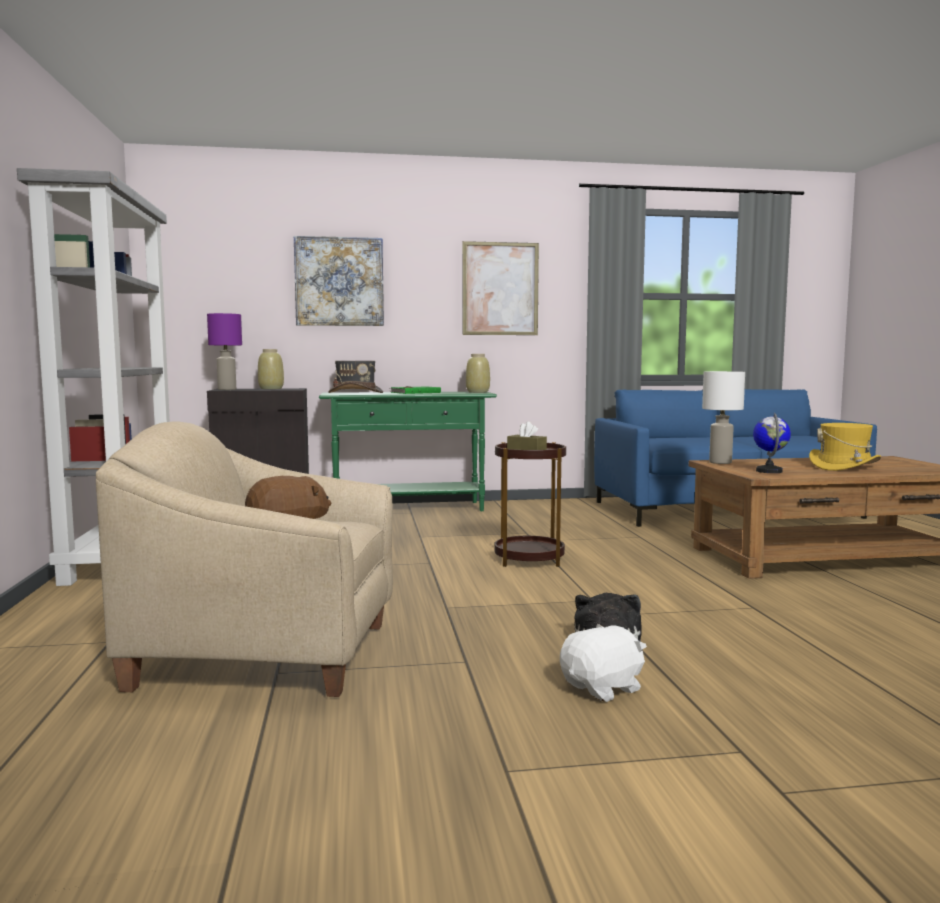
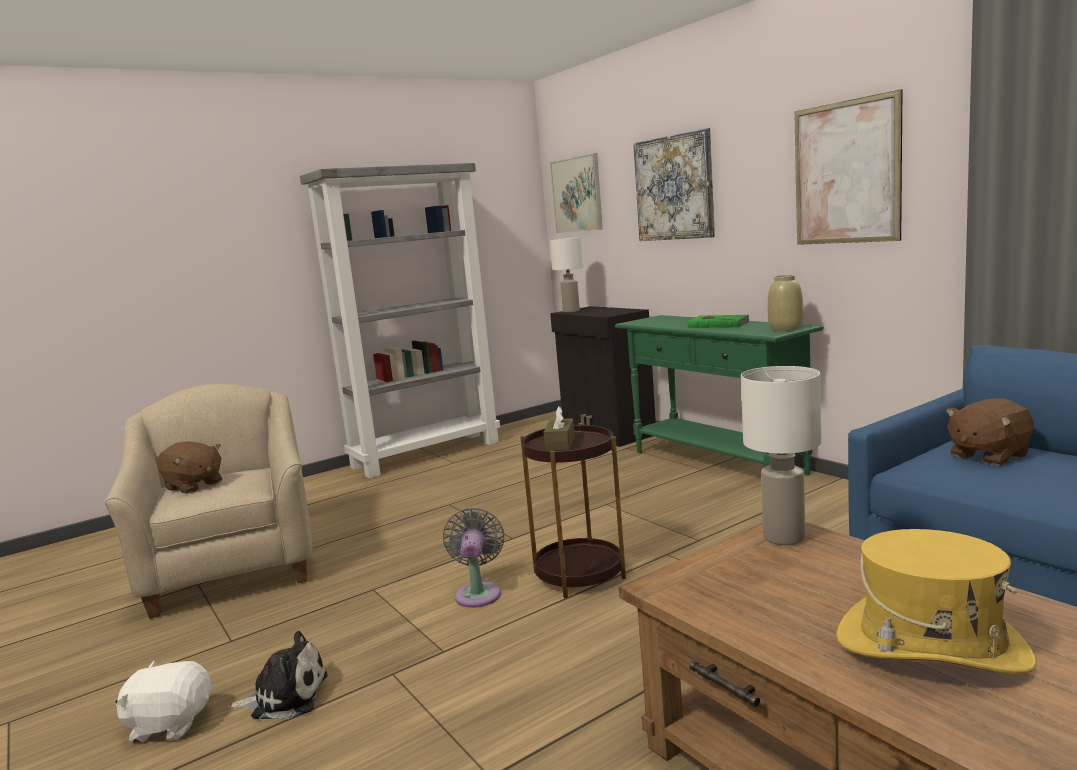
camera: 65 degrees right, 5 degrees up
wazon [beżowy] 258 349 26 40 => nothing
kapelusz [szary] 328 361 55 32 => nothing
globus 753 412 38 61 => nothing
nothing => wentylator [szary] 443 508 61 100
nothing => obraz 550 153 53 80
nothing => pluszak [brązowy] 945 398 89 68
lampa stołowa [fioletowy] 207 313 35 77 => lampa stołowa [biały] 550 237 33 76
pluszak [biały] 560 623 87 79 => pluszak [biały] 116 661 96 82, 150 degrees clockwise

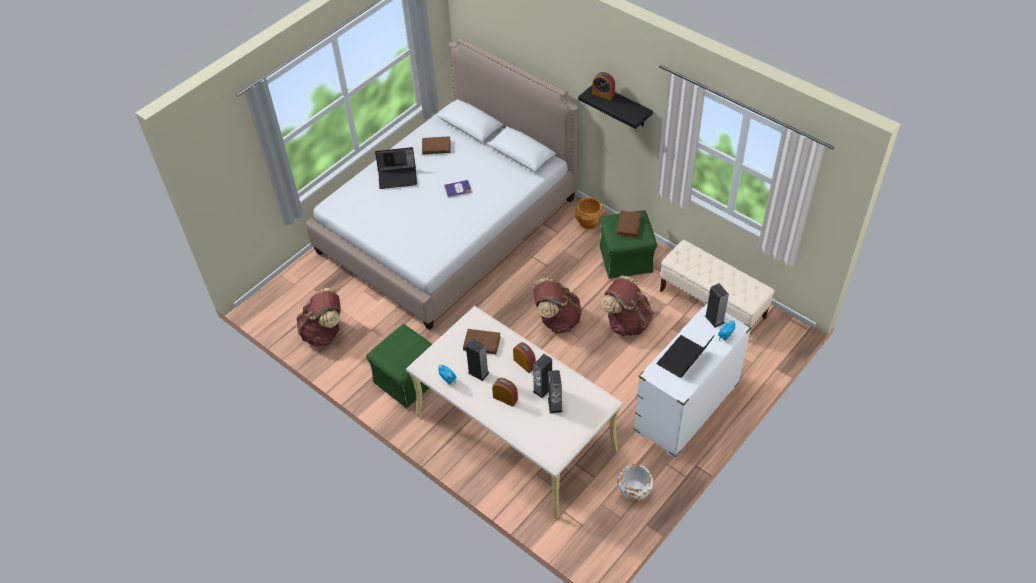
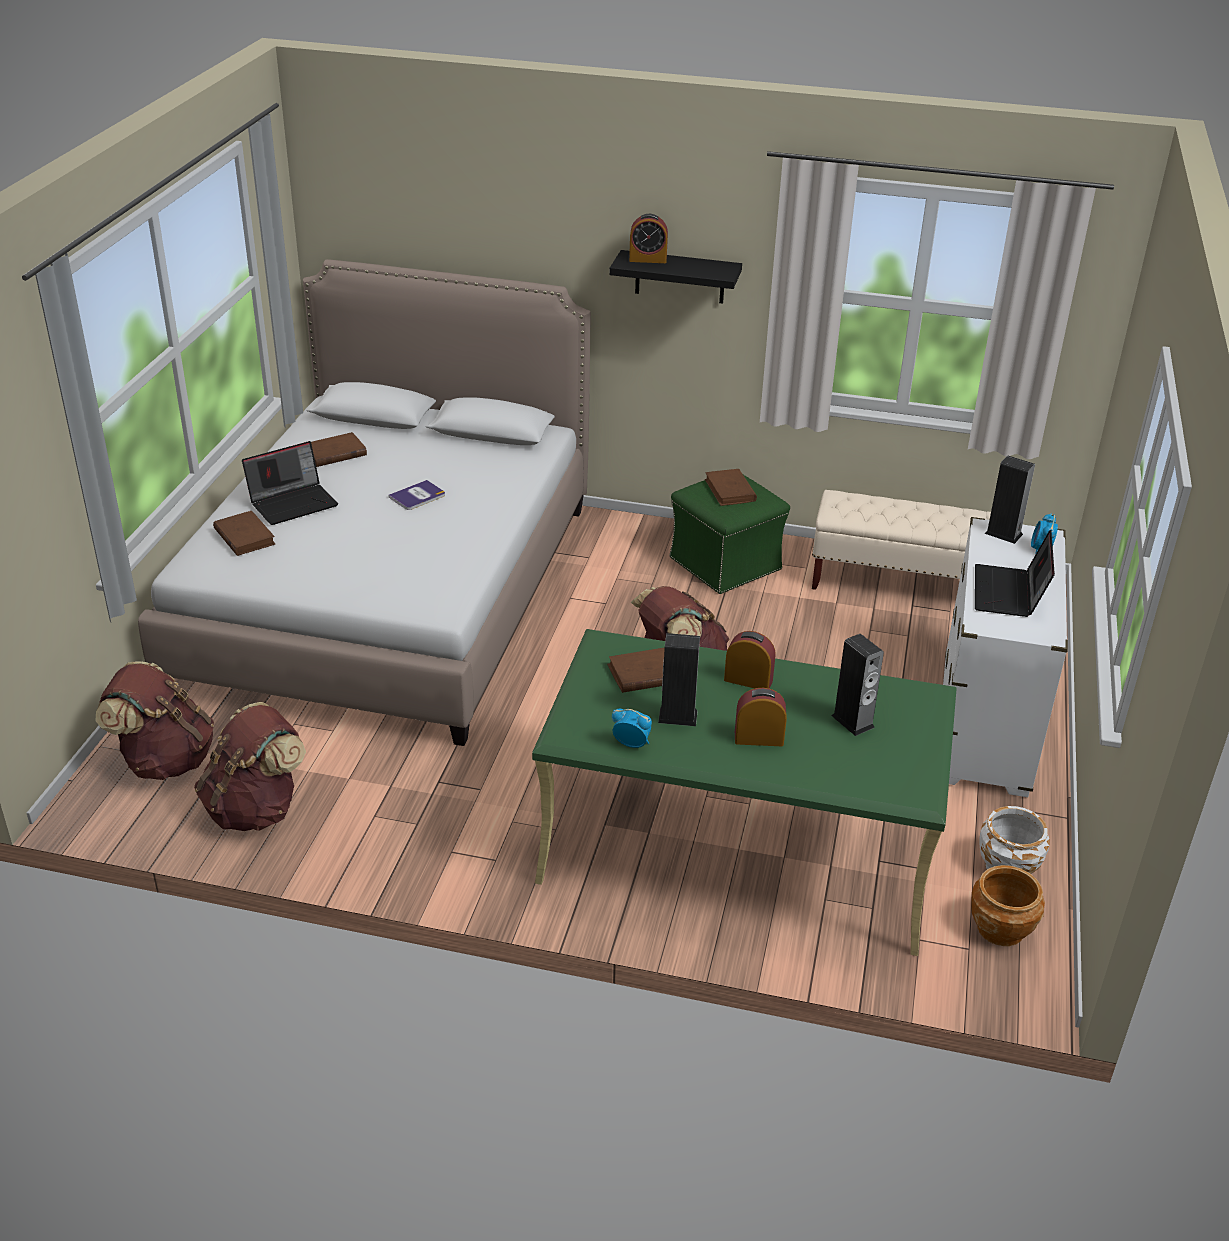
camera: 30 degrees left, 15 degrees down
pufa [zielony] 366 324 66 85 => nothing
głośnik 533 354 19 44 => nothing
nothing => książka [brązowy] 213 511 62 45
donica [brązowy] 575 197 29 32 => donica [brązowy] 971 865 74 81, moved
plecak [brązowy] 601 276 53 61 => plecak [brązowy] 95 661 119 119, moved
biurko [beżowy] 406 306 217 213 => biurko [zielony] 532 629 425 327

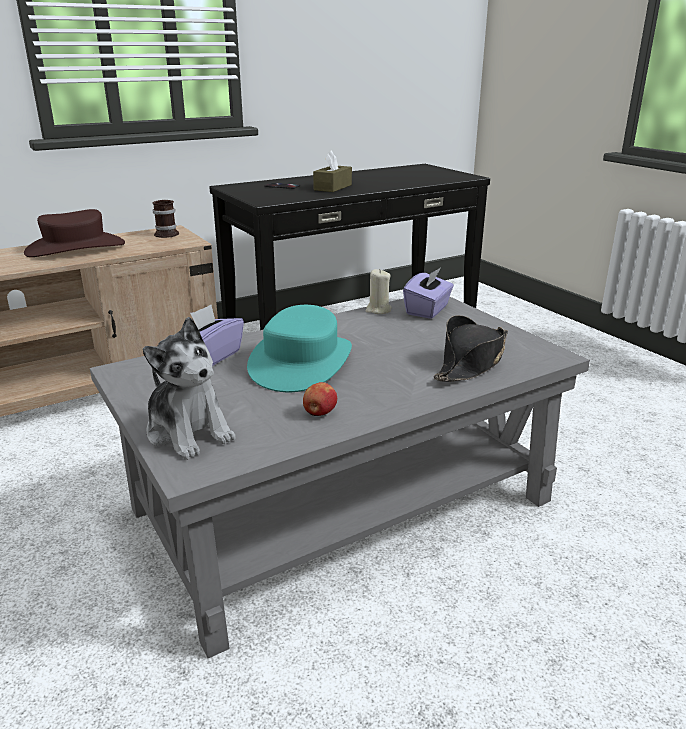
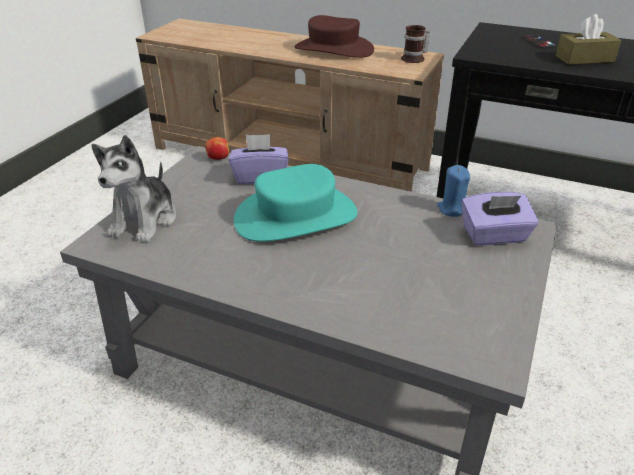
camera: 55 degrees right, 10 degrees up
kapelusz [czarny] 433 315 75 67 => nothing
jabłko 303 382 34 34 => jabłko 205 137 24 23, moved
świeca [beżowy] 366 269 26 45 => świeca [niebieski] 437 165 33 52

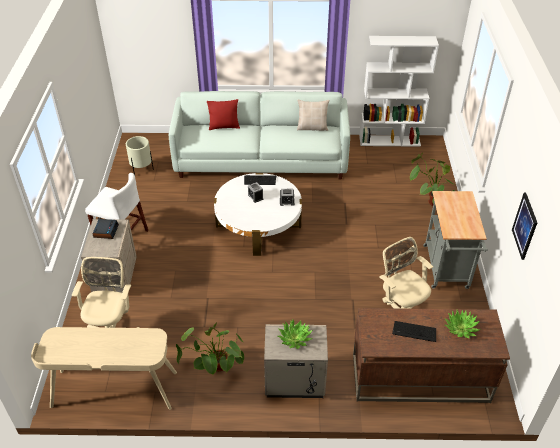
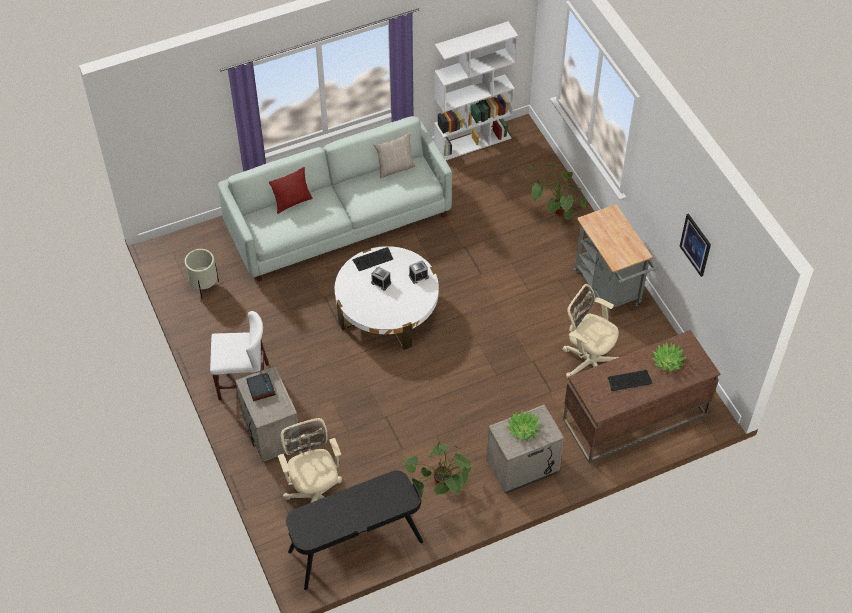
camera: 25 degrees left, 10 degrees up
biurko [beżowy] 31 327 146 83 => biurko [czarny] 286 470 137 120

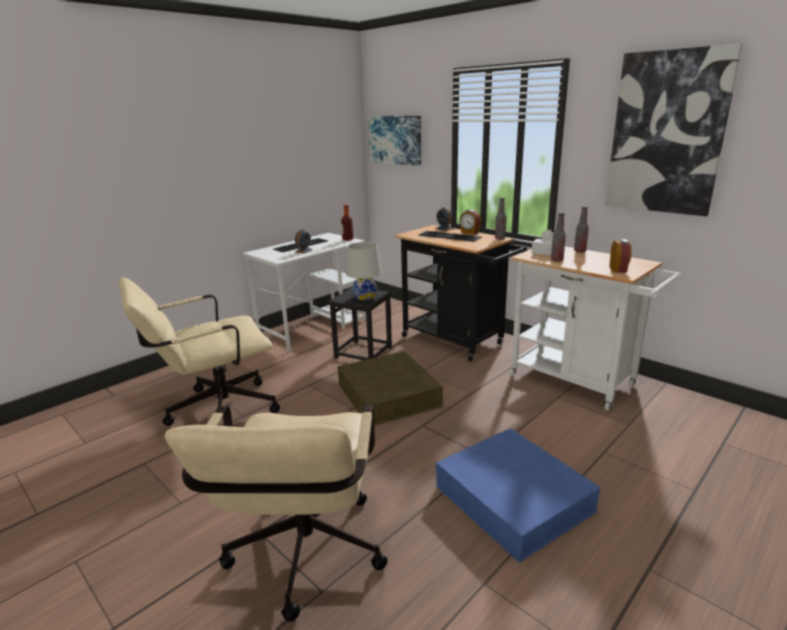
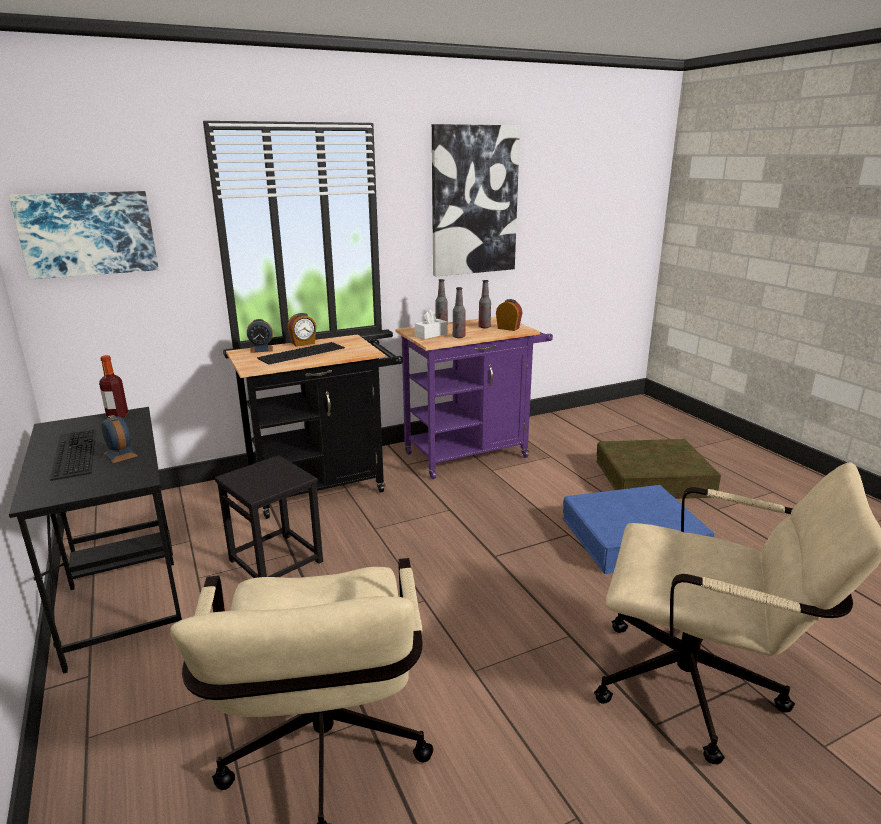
camera: 70 degrees left, 0 degrees up
lampa stołowa [biały] 346 242 36 58 => nothing
pojemnik do przechowywania [brązowy] 337 351 106 75 => pojemnik do przechowywania [brązowy] 597 439 124 60, moved
butelka 495 198 11 41 => butelka 479 280 12 48, moved
biurko [biały] 243 233 123 119 => biurko [czarny] 9 407 173 267
wózek [biały] 510 246 172 165 => wózek [fioletowy] 395 317 158 162

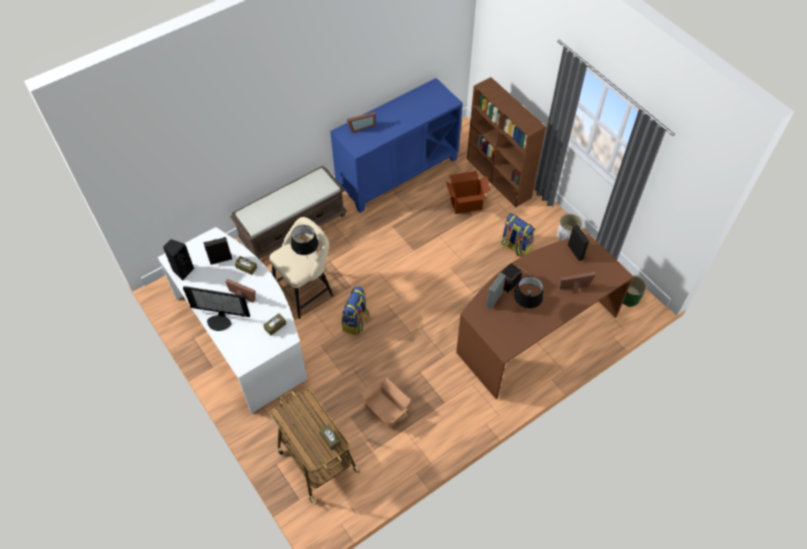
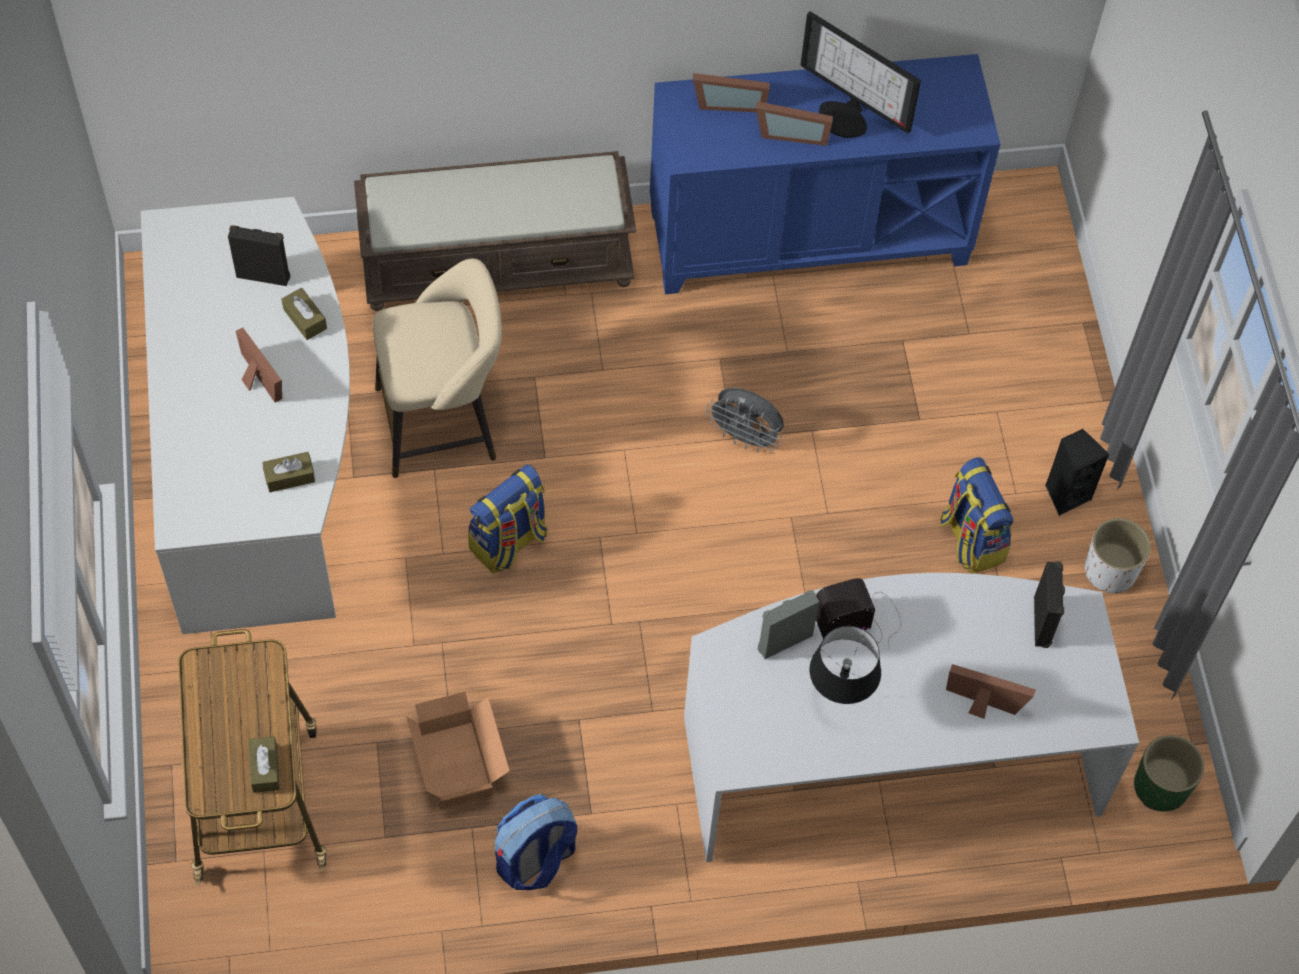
camera: 25 degrees right, 5 degrees up
lampa stołowa [czarny] 291 225 28 30 => nothing
karton 446 171 45 43 => nothing
regał [brązowy] 467 77 79 130 => nothing
nothing => plecak 495 794 82 96
nothing => wentylator [szary] 706 388 78 64
nothing => ramka na zdjęcie 756 101 77 45
głośnik [czarny] 163 239 31 42 => głośnik [czarny] 1045 429 64 87, moved
monitor 183 286 67 45 => monitor 801 11 120 127, moved
biurko [brązowy] 456 233 178 166 => biurko [biały] 684 573 455 290

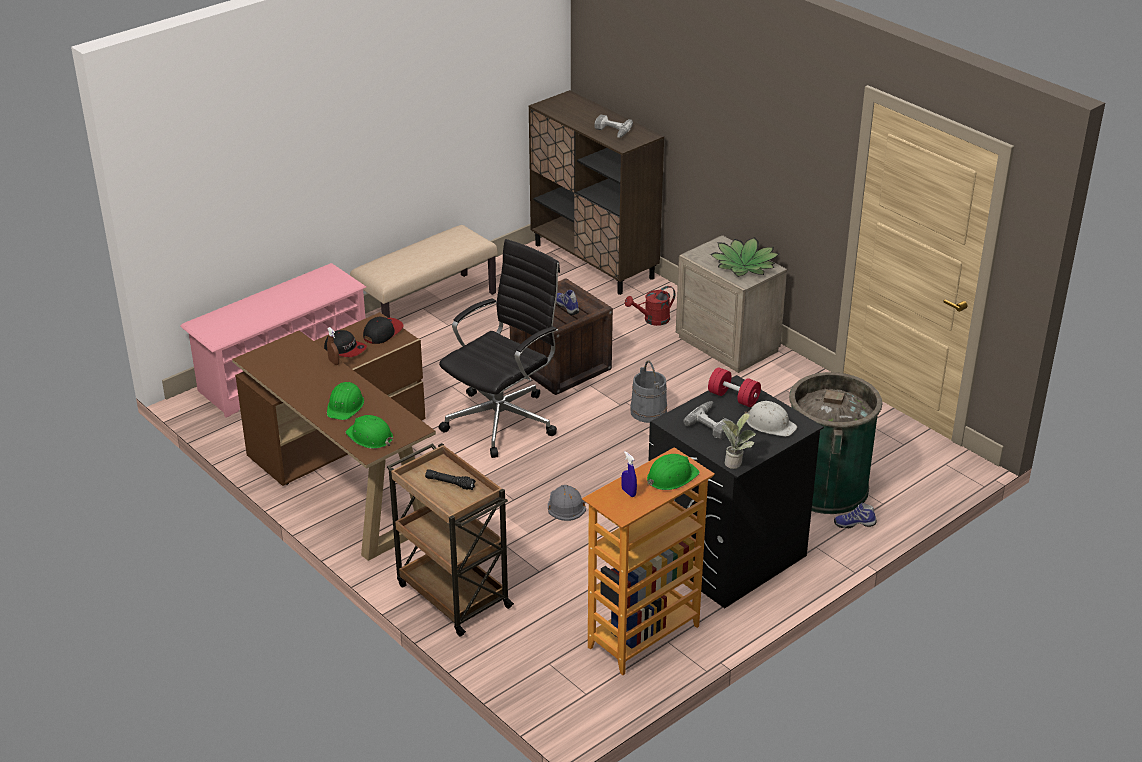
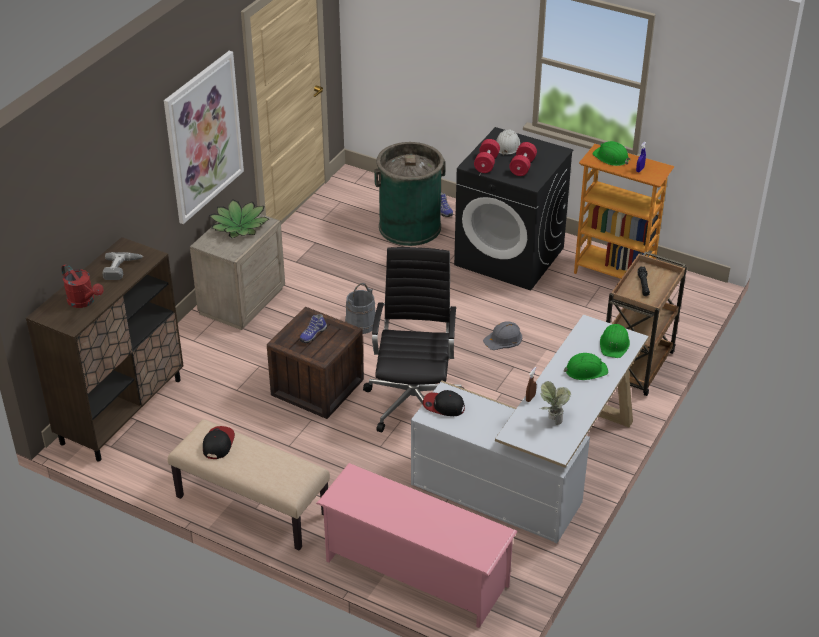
camera: 110 degrees left, 5 degrees up
nothing => obraz 164 51 80 173
czapka z daszkiem 324 330 43 27 => czapka z daszkiem 203 426 32 33, moved
konewka [czerwony] 625 286 51 40 => konewka [czerwony] 61 264 43 44, moved
roślina doniczkowa 722 413 34 56 => roślina doniczkowa 540 381 31 44, moved
wiertarka 683 401 48 39 => hantel [czerwony] 509 142 28 34
biurko [brązowy] 232 312 204 249 => biurko [biały] 411 314 238 229
krzesło biurowe [czarny] 439 239 121 219 => krzesło biurowe [czarny] 363 247 102 185, 75 degrees clockwise

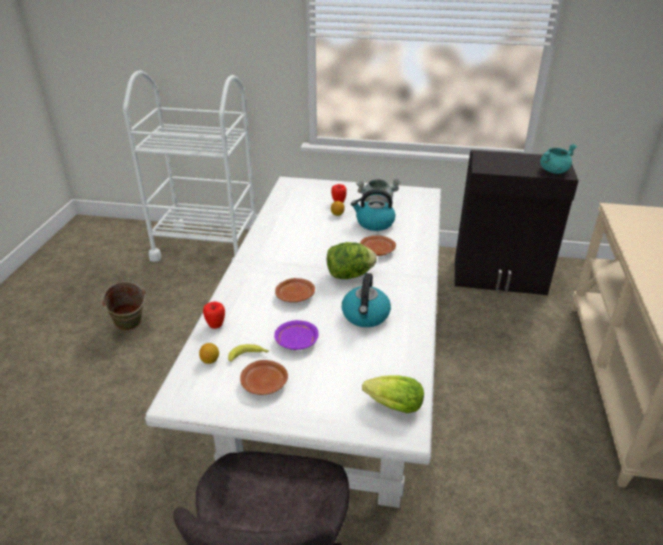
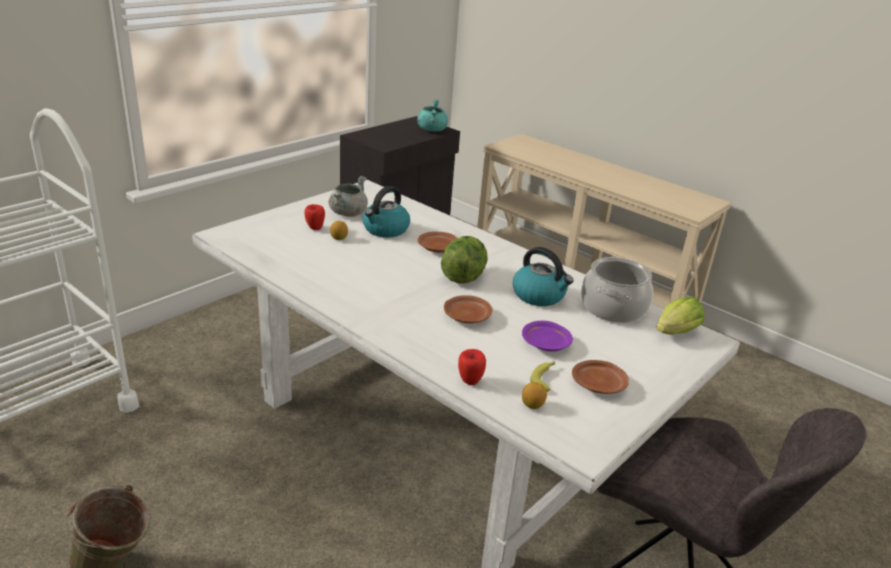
camera: 60 degrees left, 5 degrees down
nothing => garnek 581 257 72 66

